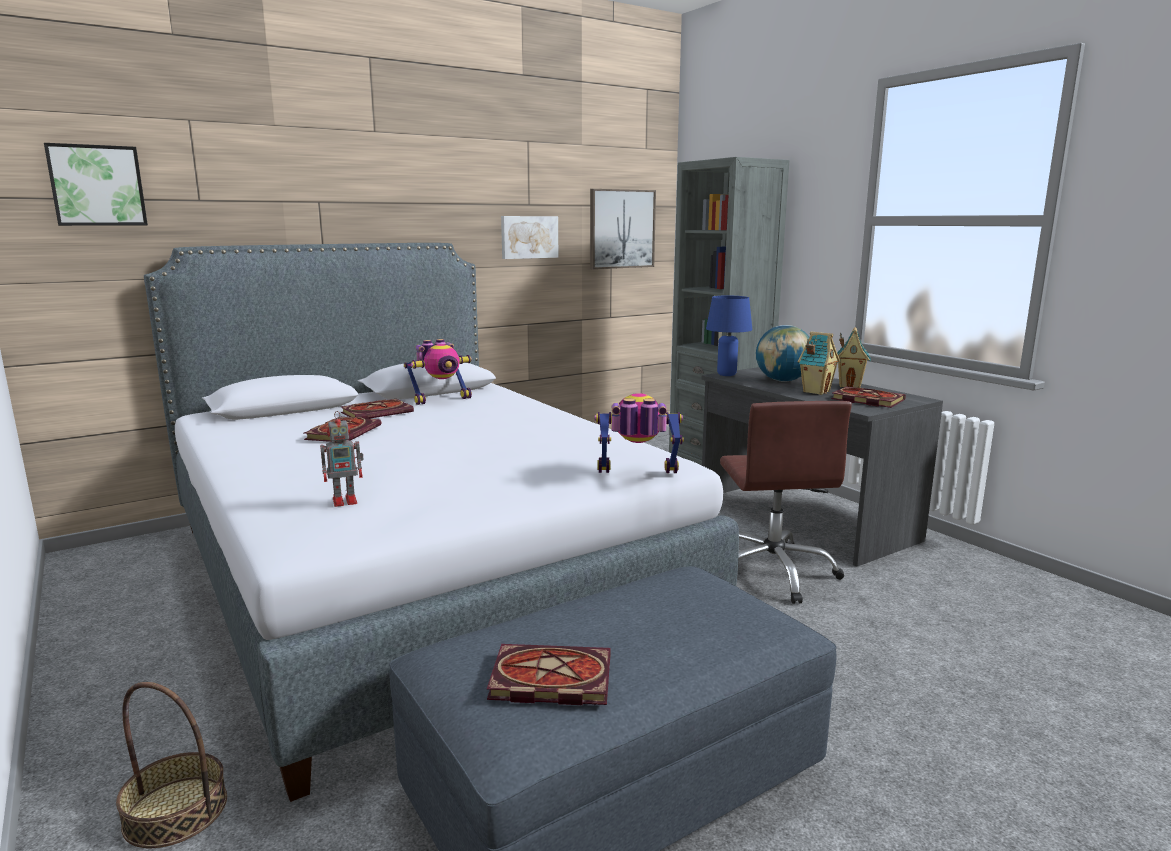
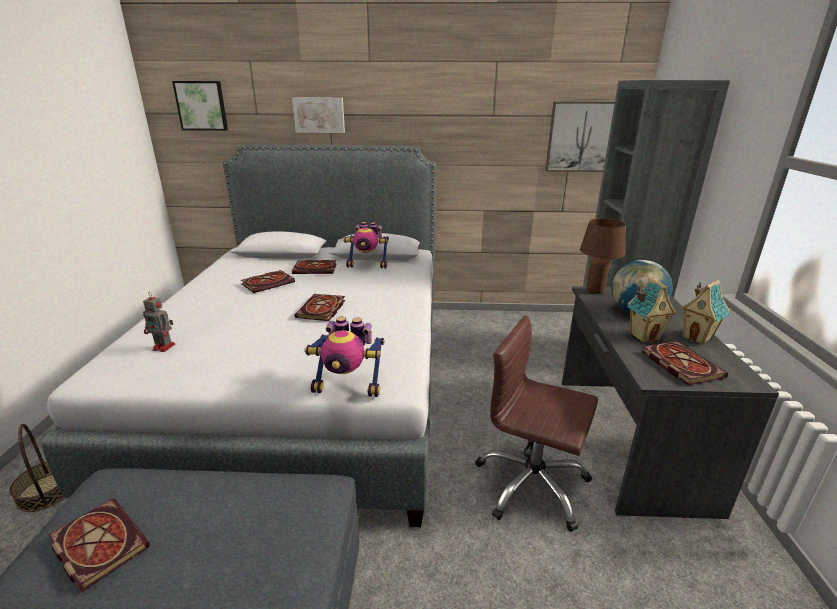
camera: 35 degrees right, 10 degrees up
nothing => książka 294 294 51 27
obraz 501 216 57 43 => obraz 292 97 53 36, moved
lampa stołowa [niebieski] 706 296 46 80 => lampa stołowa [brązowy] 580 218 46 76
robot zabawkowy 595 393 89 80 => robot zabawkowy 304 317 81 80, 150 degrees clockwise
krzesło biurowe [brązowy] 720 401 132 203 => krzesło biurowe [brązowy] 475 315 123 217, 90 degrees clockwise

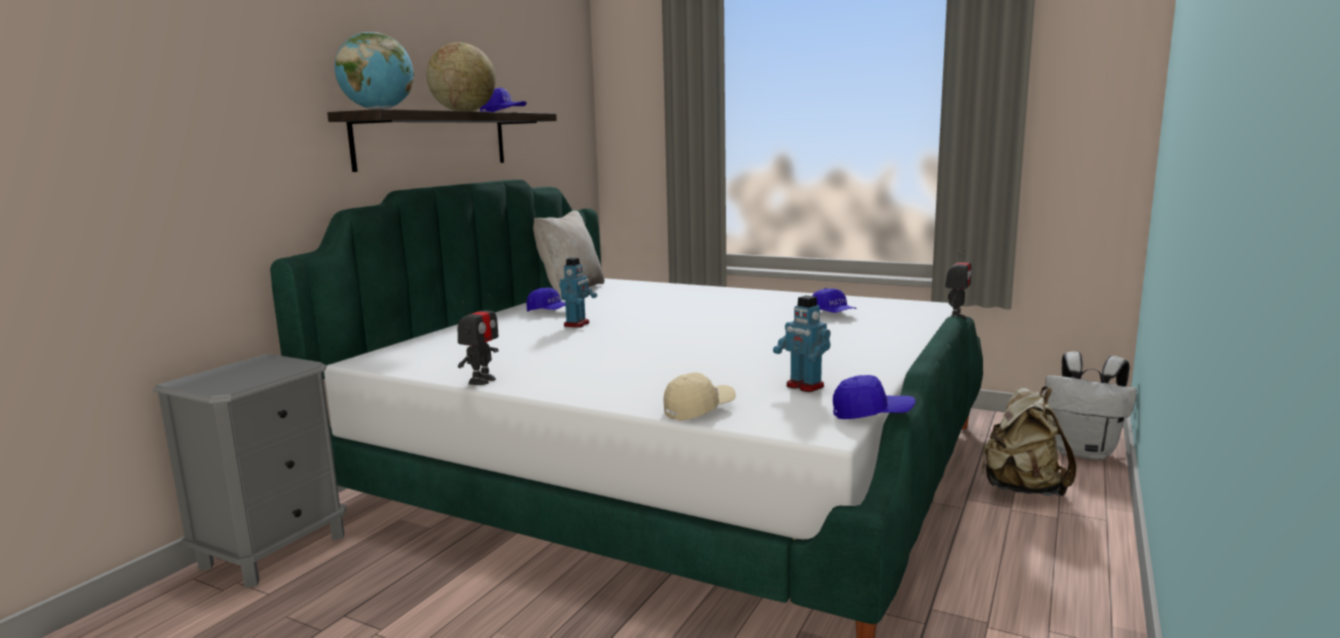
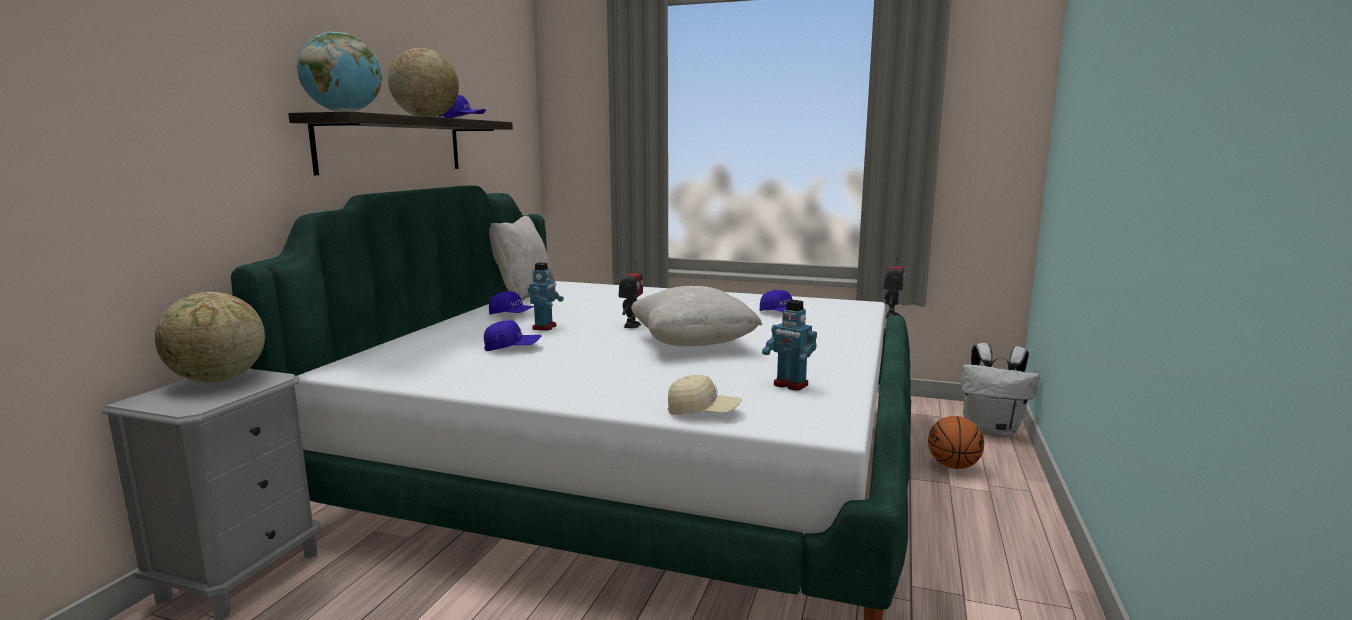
camera: 10 degrees left, 0 degrees up
nothing => globus 155 292 110 90
nothing => poduszka [beżowy] 631 286 131 60
robot zabawkowy 458 295 41 90 => robot zabawkowy 618 261 25 67, moved
czapka z daszkiem [niebieski] 833 375 82 44 => czapka z daszkiem [niebieski] 484 320 58 31, moved
plecak [beżowy] 981 386 96 110 => piłka do koszykówki 928 416 56 53
czapka z daszkiem [beżowy] 663 373 73 48 => czapka z daszkiem [beżowy] 668 375 74 40, 60 degrees clockwise

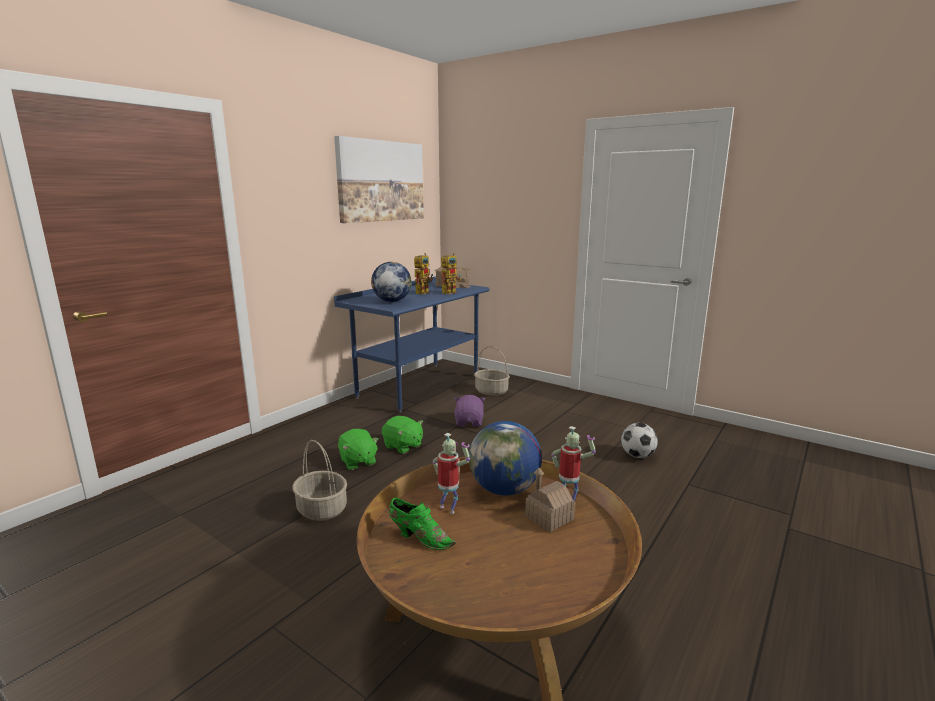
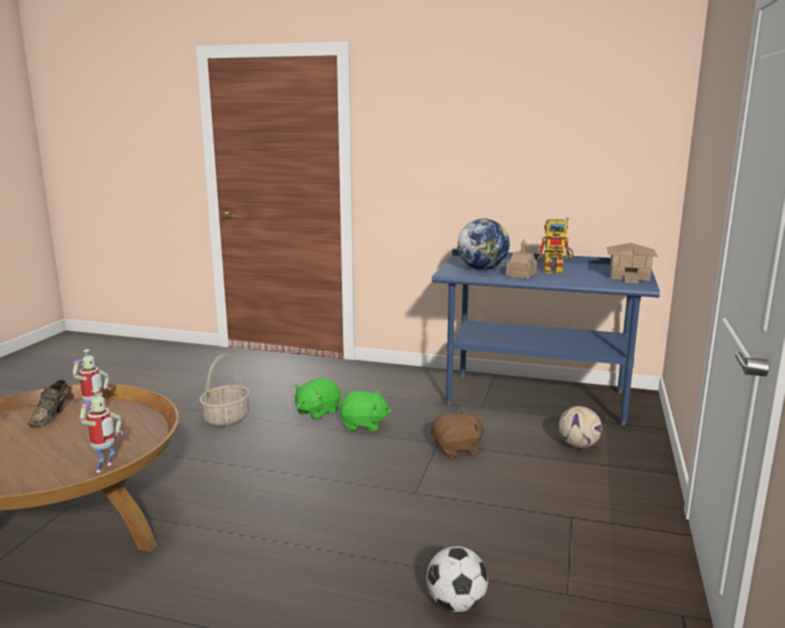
camera: 70 degrees right, 0 degrees up
obraz 334 136 90 87 => nothing
robot zabawkowy 441 253 20 41 => nothing
globus 469 421 73 75 => nothing
domek 525 468 50 64 => domek 506 240 31 39, moved
koszyk 474 346 36 50 => piłka futbolowa 558 406 44 42
but [zielony] 389 498 67 52 => but [brązowy] 28 380 41 47
pluszak [fioletowy] 454 395 31 32 => pluszak [brązowy] 431 410 54 47
pluszak [zielony] 382 416 41 38 => pluszak [zielony] 339 390 52 41, 105 degrees counterclockwise

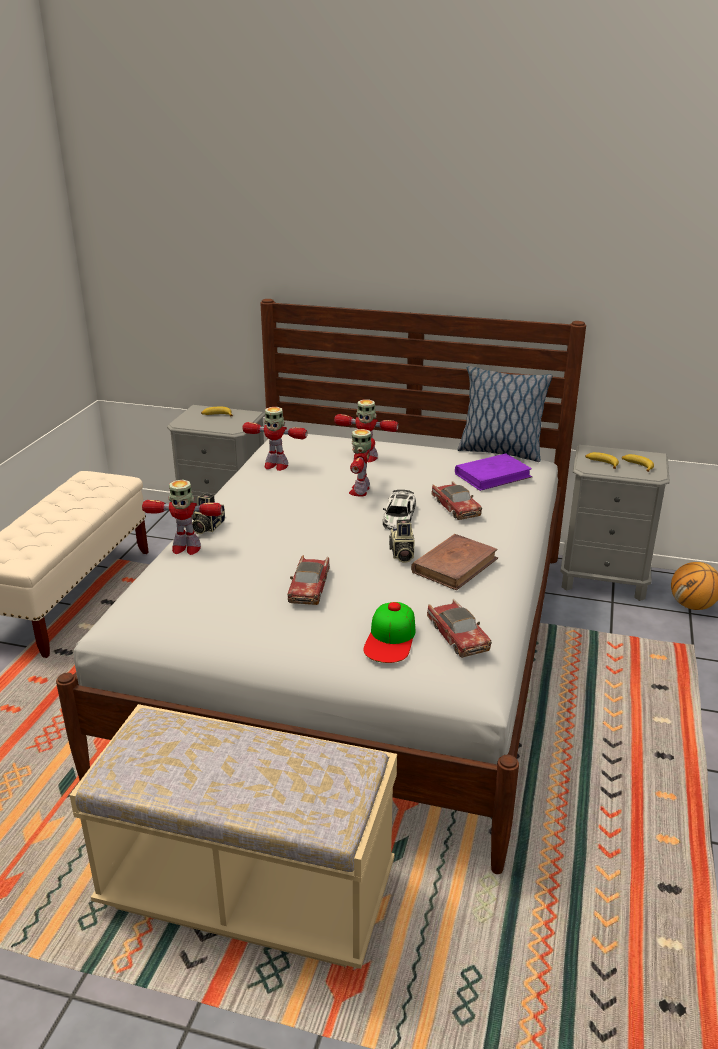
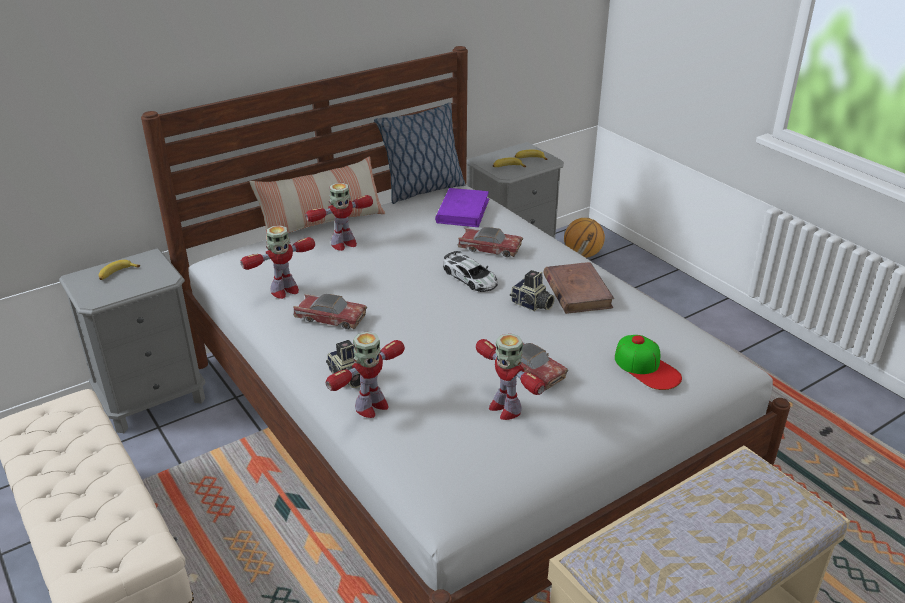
camera: 50 degrees left, 5 degrees up
nothing => poduszka 249 156 136 86
robot zabawkowy 349 429 26 68 => robot zabawkowy 476 333 69 87, moved
samochodzik 427 599 65 59 => samochodzik 293 294 74 35, moved

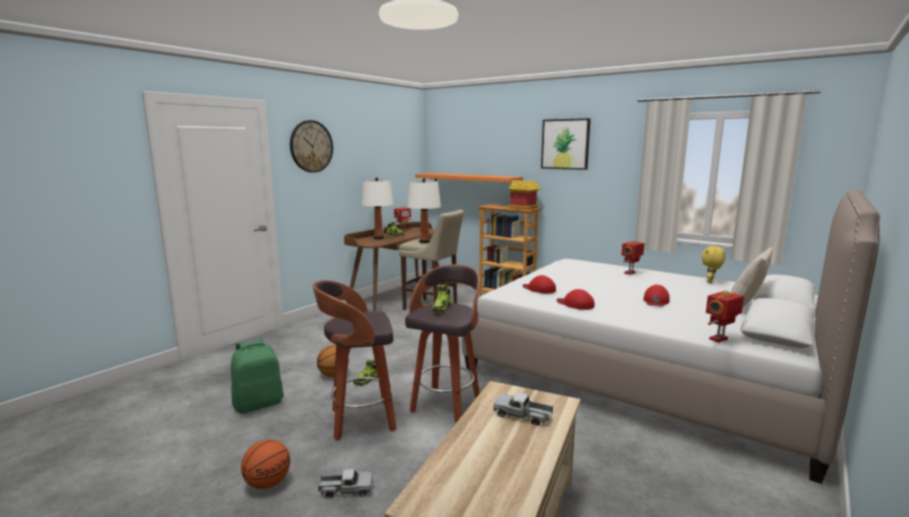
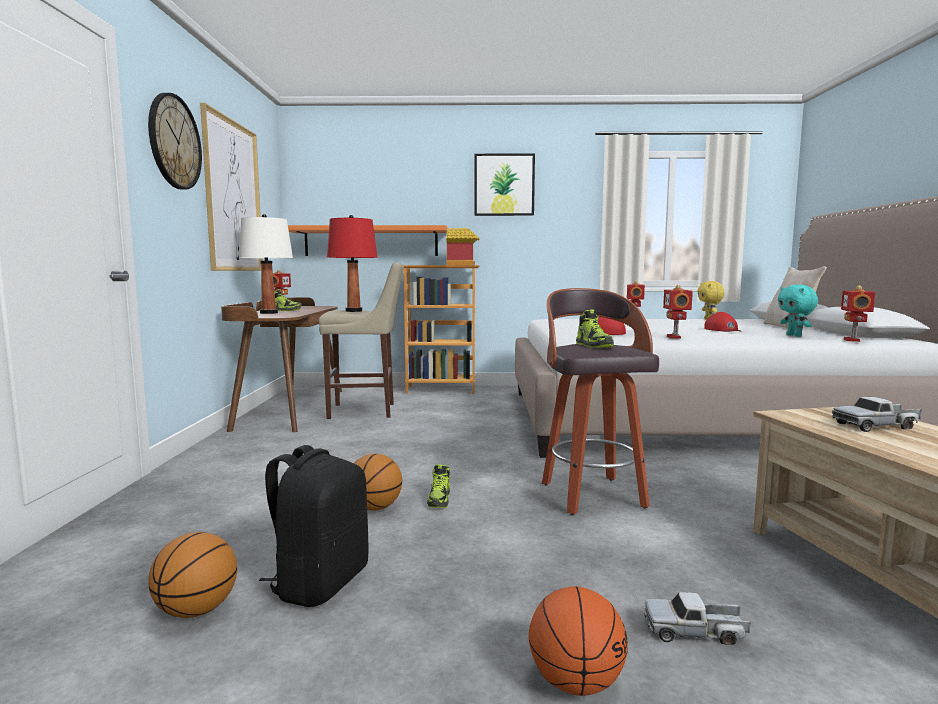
camera: 35 degrees left, 5 degrees down
stołek 313 280 84 160 => nothing
nothing => piłka do koszykówki 149 532 88 86
nothing => obraz 200 103 63 168
nothing => pluszak [turkusowy] 778 285 40 52
czapka z daszkiem [czerwony] 557 289 38 21 => robot zabawkowy 663 285 30 54
plecak [zielony] 231 338 53 76 => plecak [czarny] 259 445 109 162
lampa stołowa [biały] 408 178 33 65 => lampa stołowa [czerwony] 327 215 51 97
ciężarówka zabawkowa 318 469 55 29 => ciężarówka zabawkowa 644 592 106 53, 135 degrees counterclockwise

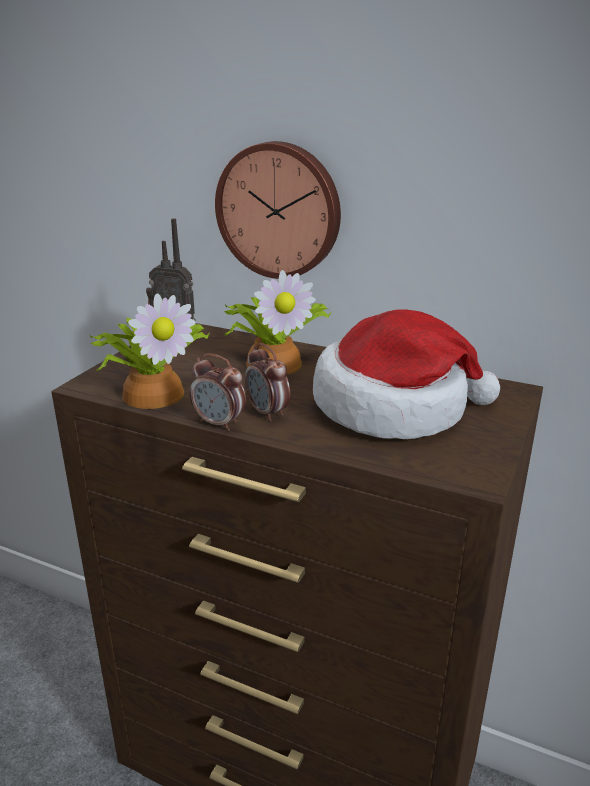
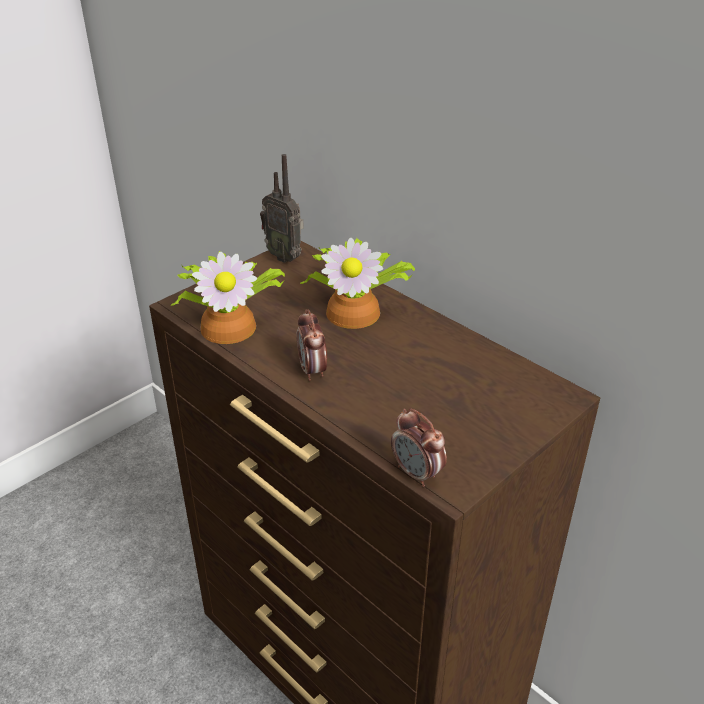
camera: 20 degrees right, 10 degrees up
zegar ścienny 215 141 126 138 => nothing
kapelusz 313 309 187 130 => nothing
budzik 190 353 56 78 => budzik 391 409 56 78, moved

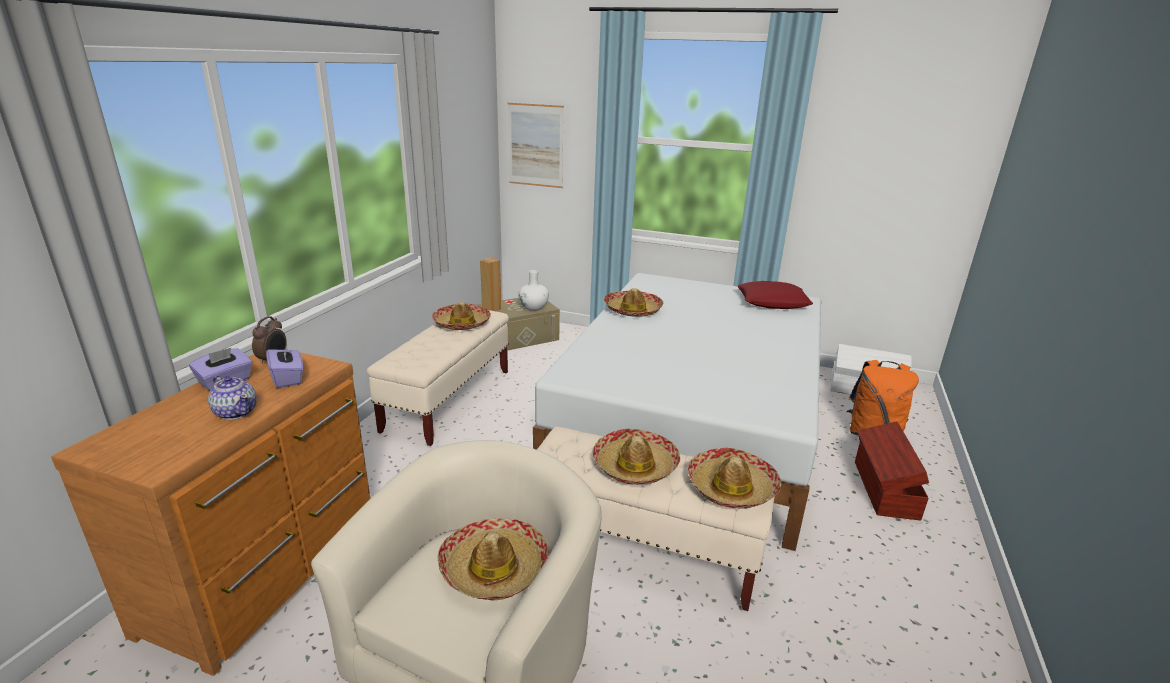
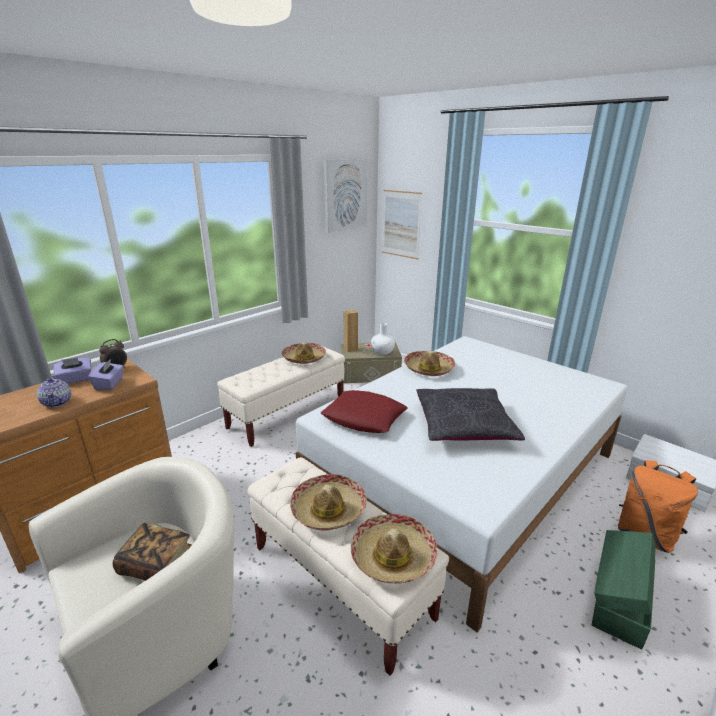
camera: 25 degrees right, 0 degrees up
nothing => obraz 324 159 43 74
nothing => poduszka [czarny] 416 388 109 53
poduszka [czerwony] 737 281 76 28 => poduszka [czerwony] 321 390 87 43, moved
kapelusz 438 518 111 82 => książka 113 522 79 59
pojemnik do przechowywania [brązowy] 855 421 74 99 => pojemnik do przechowywania [zielony] 592 530 64 119

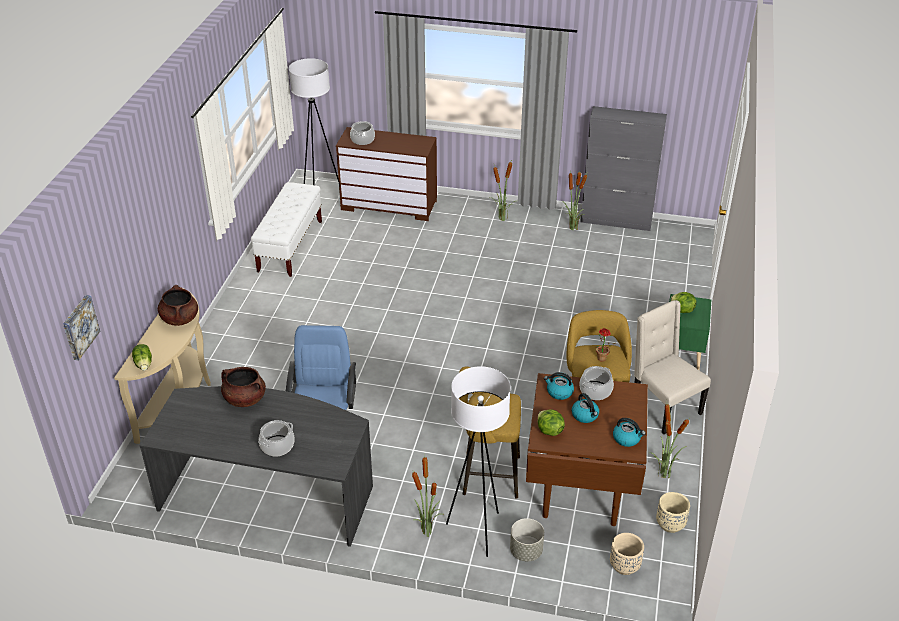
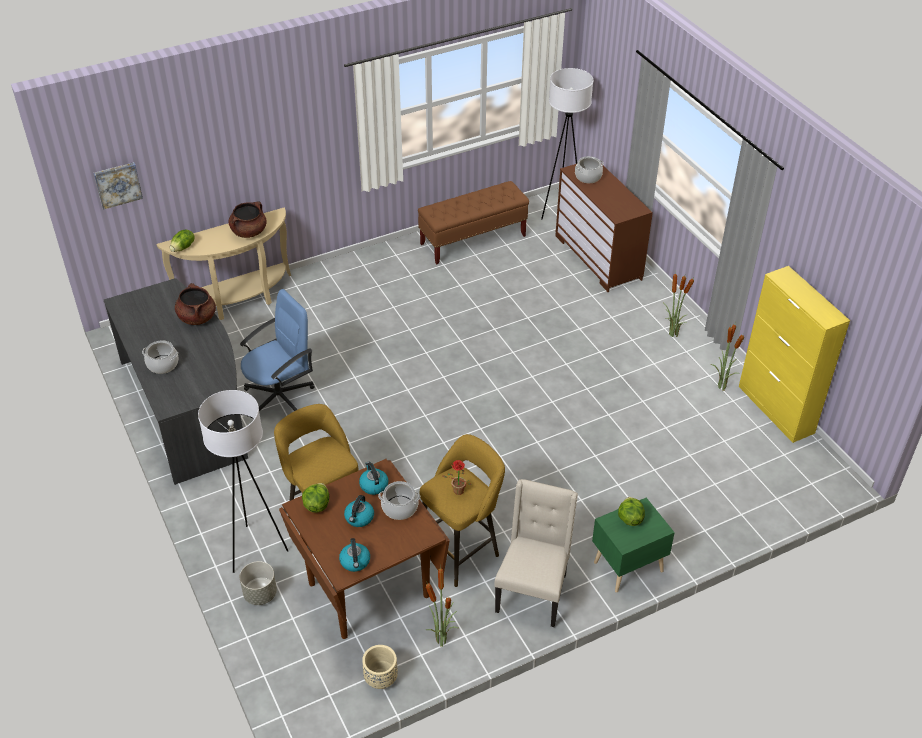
camera: 50 degrees right, 5 degrees up
roślina doniczkowa 412 452 32 85 => nothing
donica [beżowy] 610 533 34 42 => nothing
ławka [biały] 251 182 71 95 => ławka [brązowy] 418 181 111 83
szafka [szary] 581 106 86 125 => szafka [żółty] 739 266 111 177

